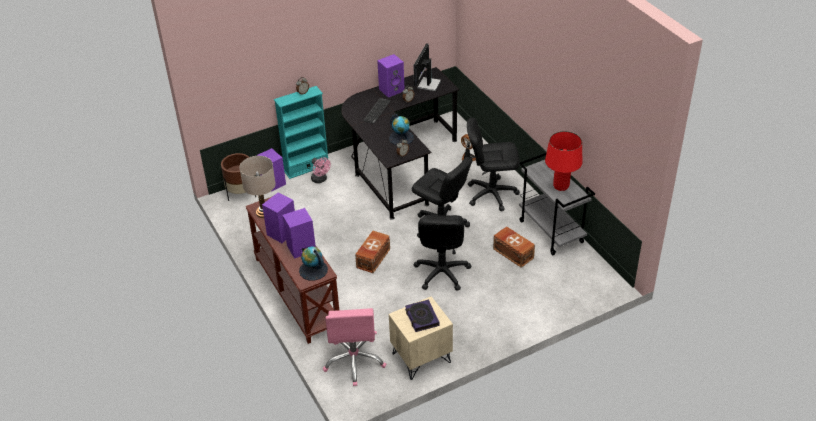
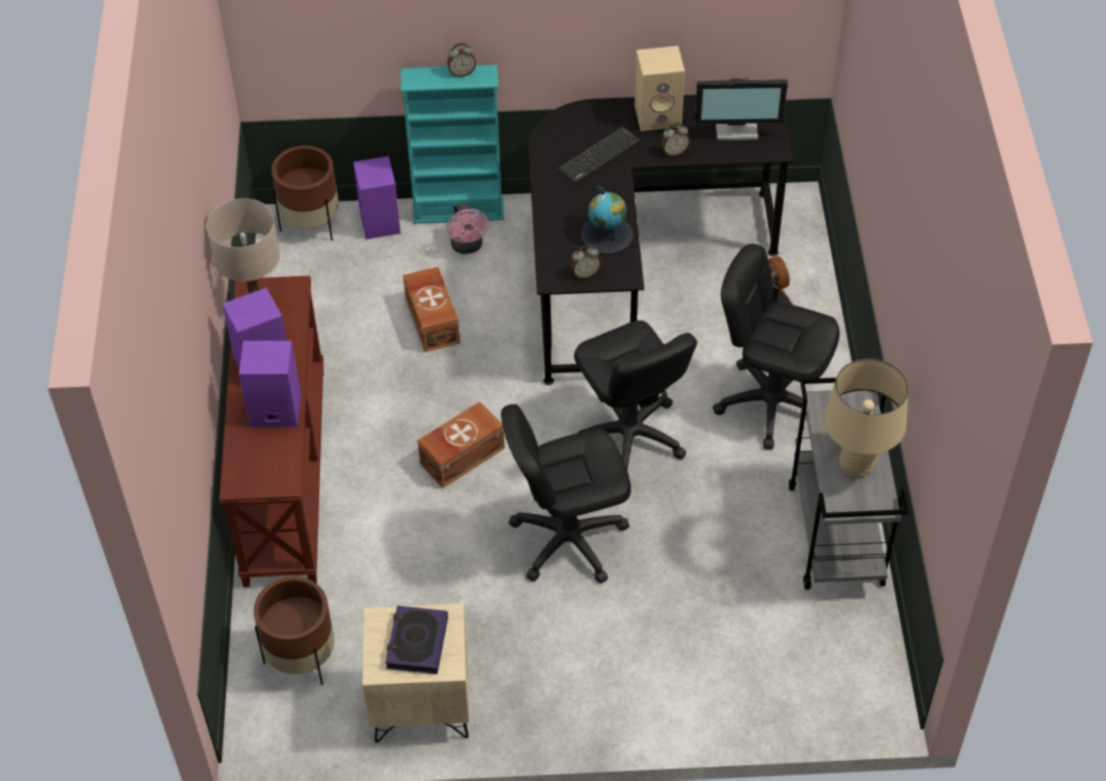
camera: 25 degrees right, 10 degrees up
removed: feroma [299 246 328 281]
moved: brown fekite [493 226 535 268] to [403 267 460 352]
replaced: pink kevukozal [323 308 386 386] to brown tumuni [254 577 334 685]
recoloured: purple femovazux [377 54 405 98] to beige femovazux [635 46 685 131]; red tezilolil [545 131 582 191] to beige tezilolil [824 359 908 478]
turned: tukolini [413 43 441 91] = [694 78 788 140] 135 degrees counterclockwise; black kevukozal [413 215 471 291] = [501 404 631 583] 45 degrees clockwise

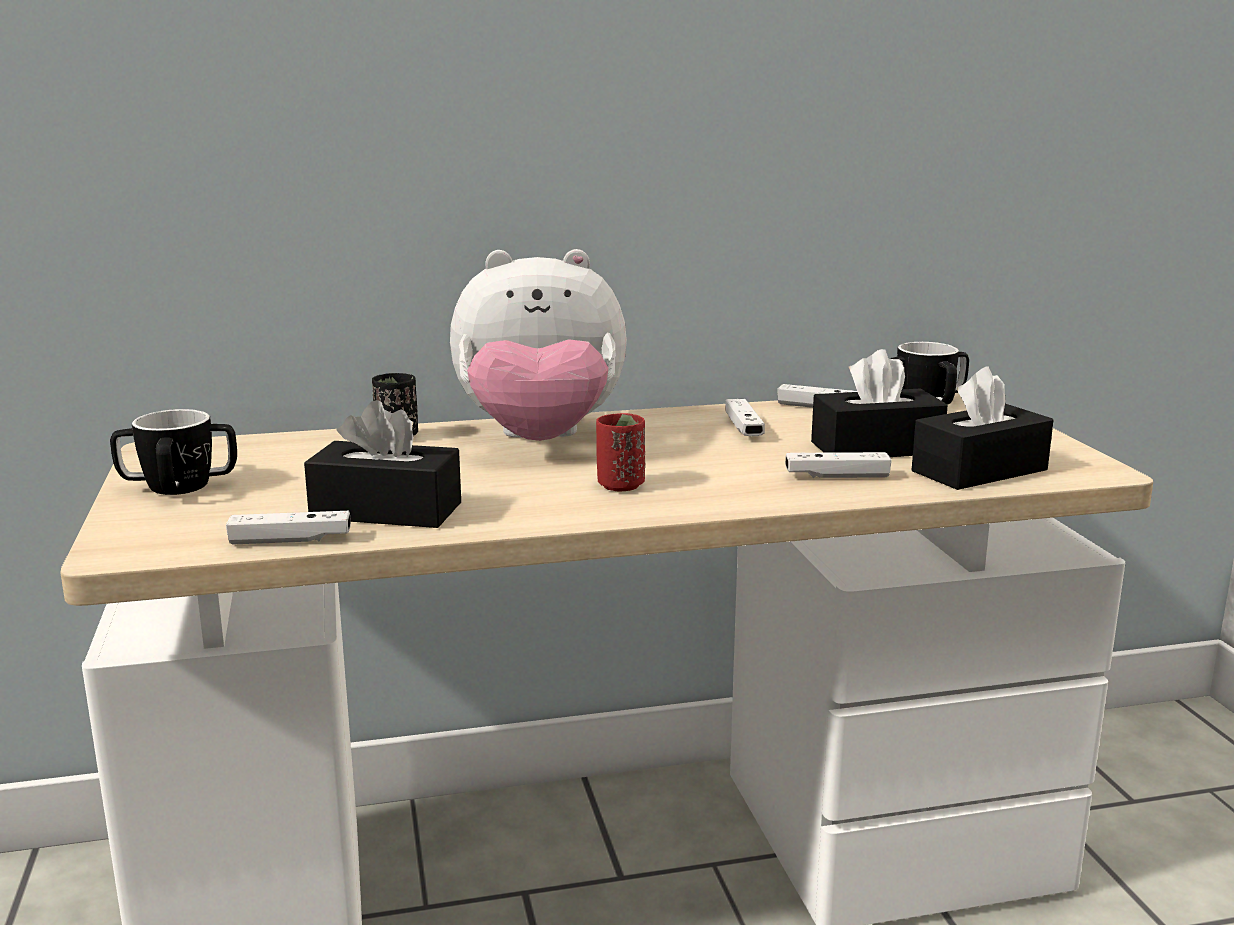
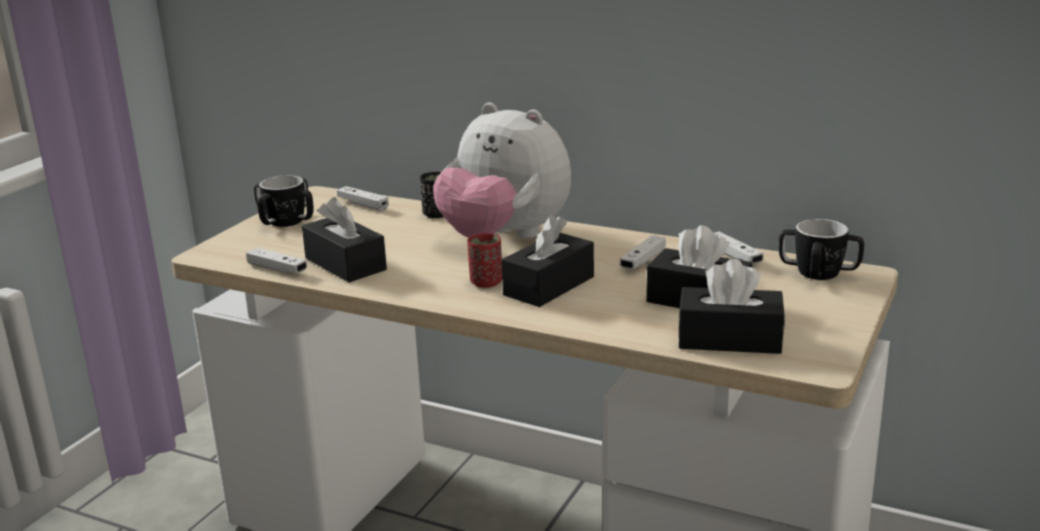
camera: 40 degrees right, 5 degrees up
added: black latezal [502 215 594 307]
moved: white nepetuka [785 452 892 478] to [337 186 389 211]

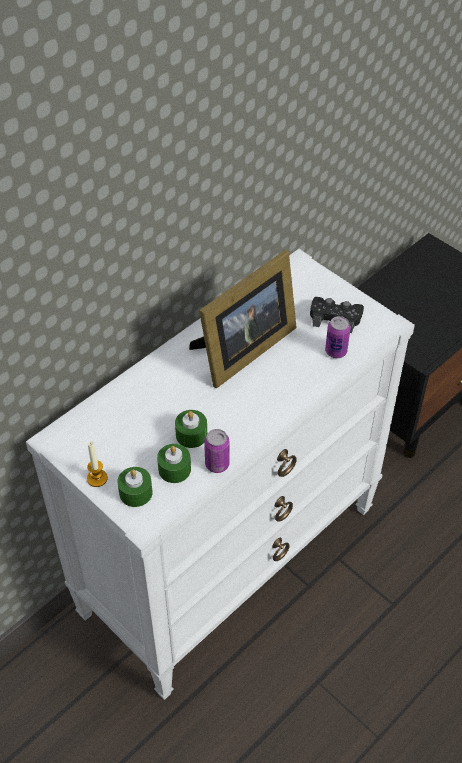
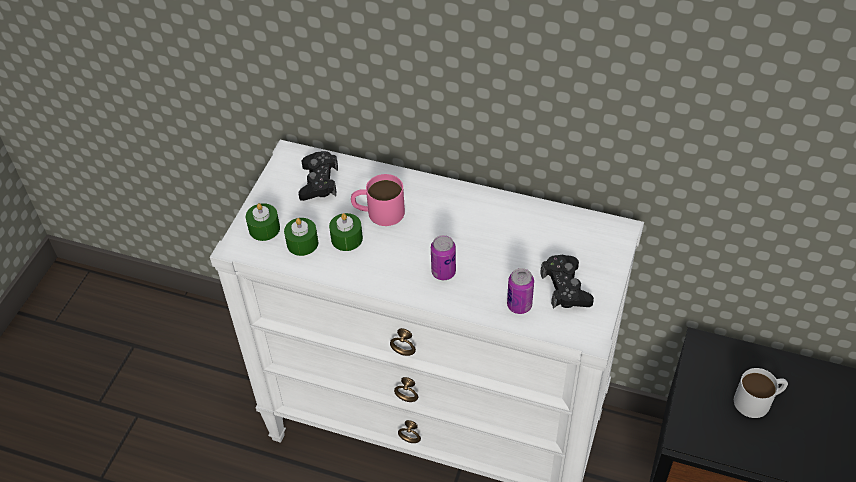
camera: 65 degrees right, 0 degrees up
removed: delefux [87 441 108 487]; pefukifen [189 250 297 388]
added: black nepetuka [298 151 338 201]; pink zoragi [351 174 405 226]; white zoragi [734 368 788 418]
moved: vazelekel [204 429 229 473] to [431 235 456 280]

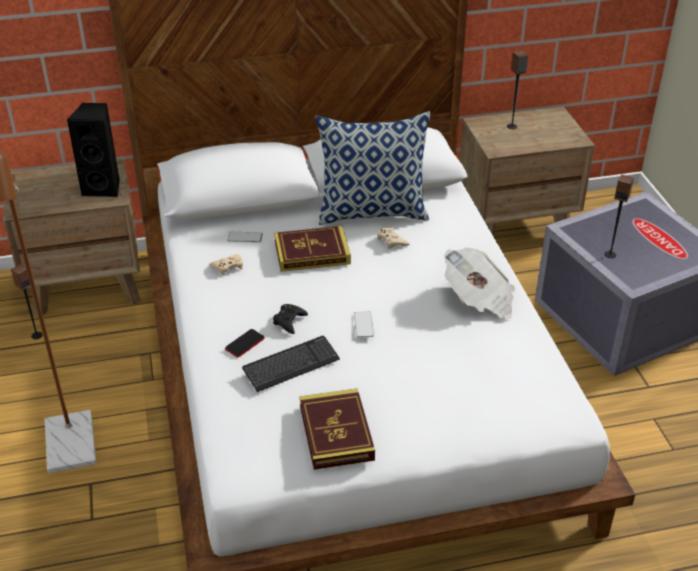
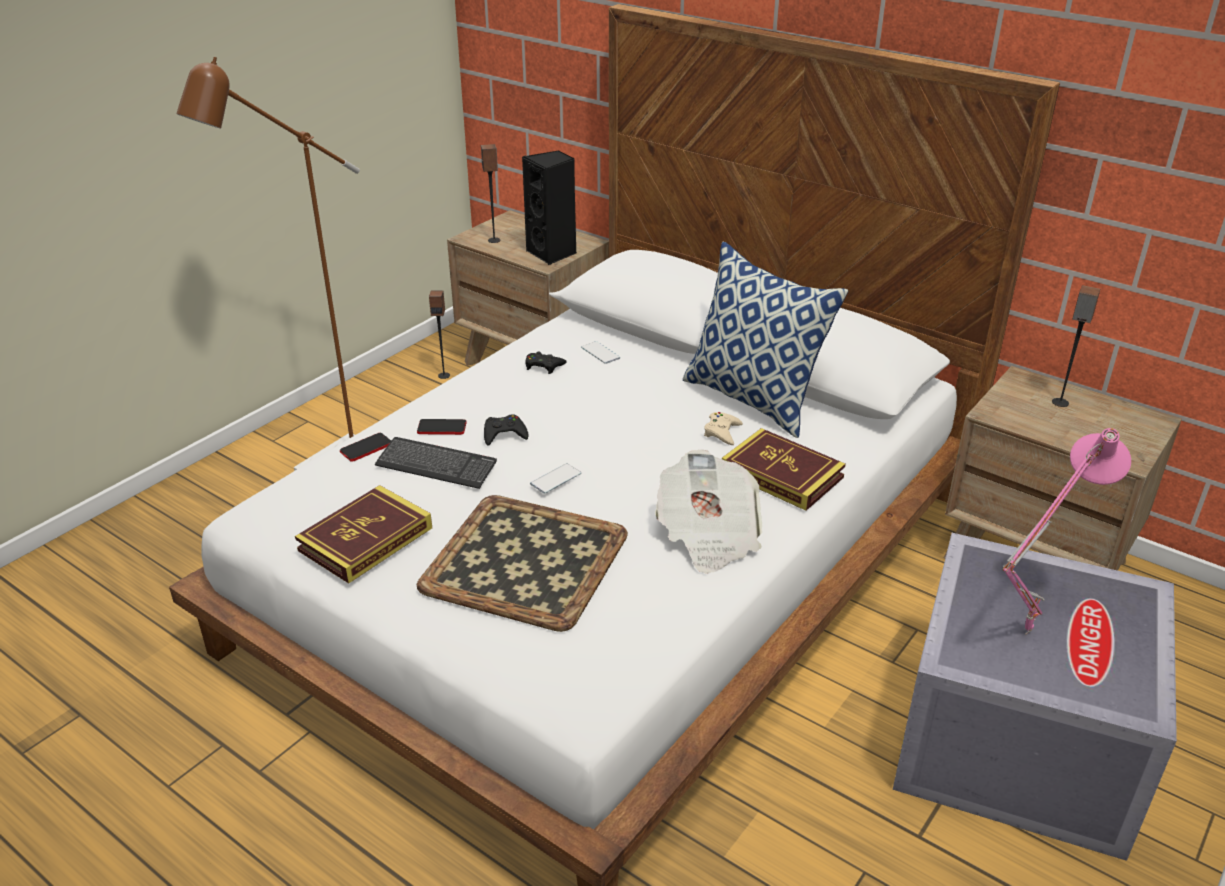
camera: 50 degrees right, 5 degrees down
added: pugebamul [340 433 391 462]; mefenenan [417 495 628 632]; pink tezilolil [1002 428 1131 635]
moved: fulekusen [274 226 351 272] to [722 428 846 511]; femovazux [604 175 634 258] to [481 144 501 243]
recoloured: beige nepetuka [209 254 243 276] to black nepetuka [525 352 567 374]

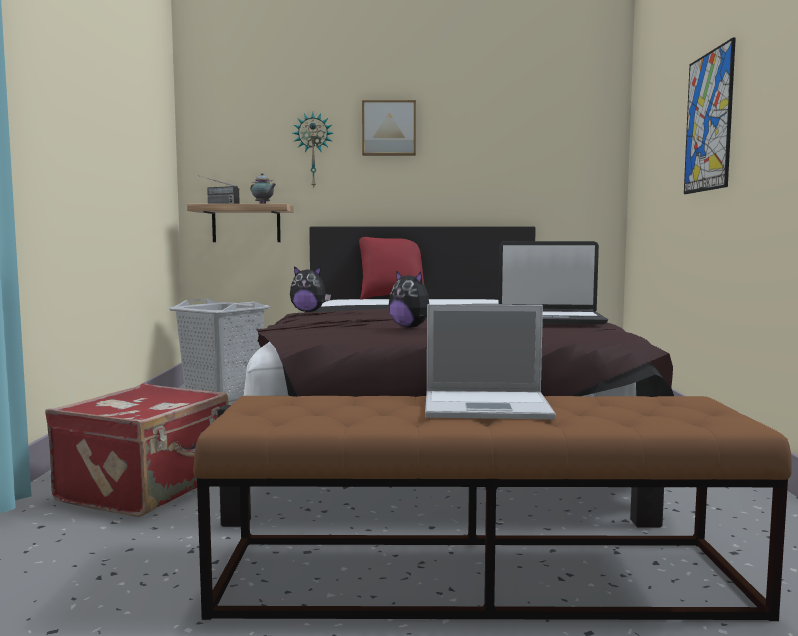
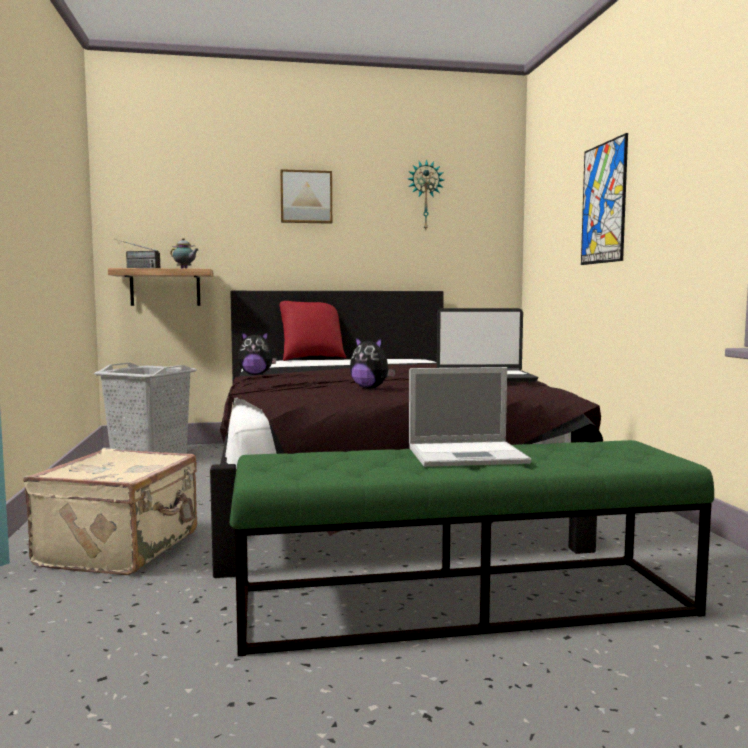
camera: 10 degrees left, 0 degrees up
moved: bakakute [293 112 333 188] to [408 159 444 230]
recoloured: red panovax [45 383 229 517] to beige panovax [23 448 197 575]; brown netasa [193 396 792 621] to green netasa [229 440 714 656]

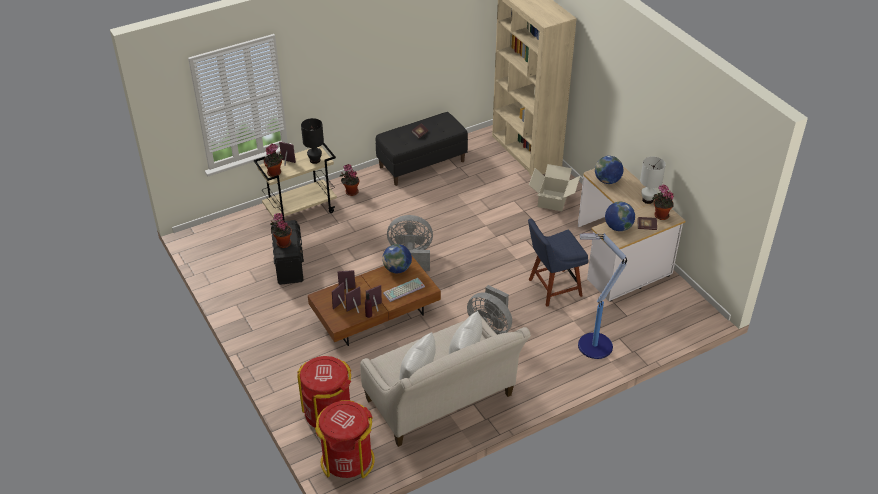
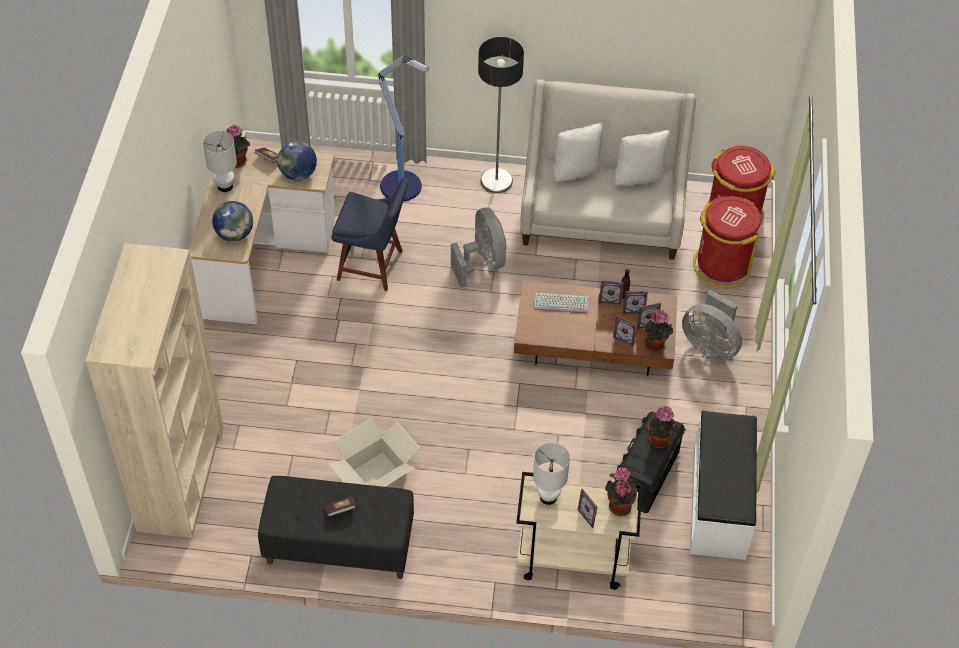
camera: 145 degrees left, 10 degrees up
removed: feroma [382 244 412 273]
added: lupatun [478 37 524 193]; white netasa [689 411 757 560]
moved: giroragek [340 164 359 196] to [644 310 673 351]; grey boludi [387 215 433 271] to [682 290 742 361]; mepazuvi [529 164 580 211] to [328 418 420 488]
recoloured: black tezilolil [301 118 324 164] to white tezilolil [533 443 570 505]

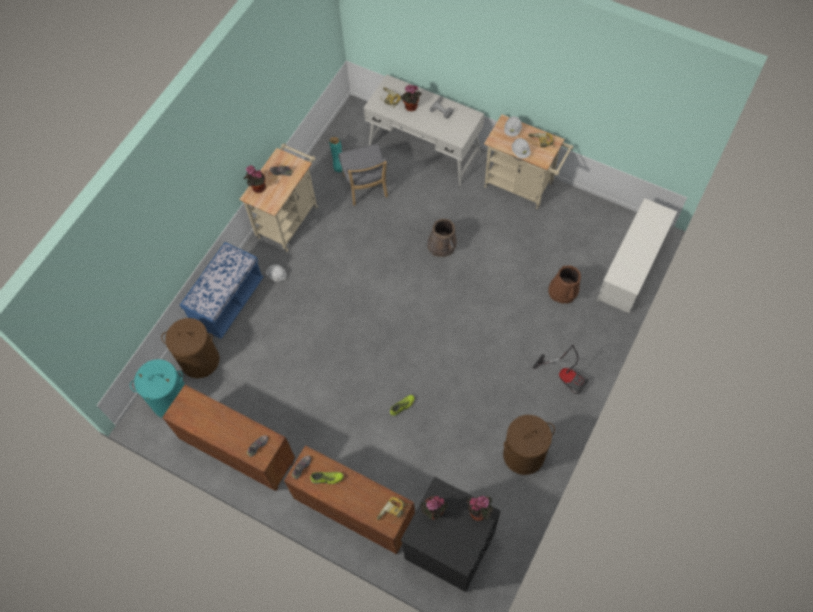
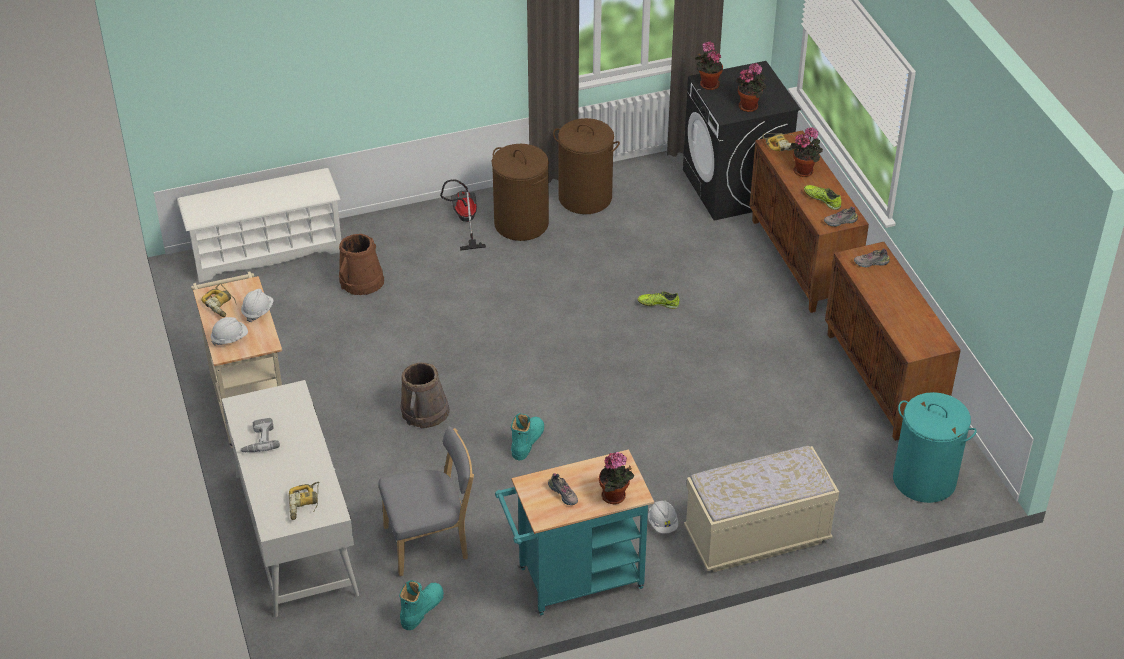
camera: 140 degrees left, 20 degrees down
added: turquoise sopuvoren [511 413 544 460]
moved: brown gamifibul [161 318 219 378] to [492 144 549 241]; giroragek [400 85 422 111] to [790 127 823 177]
recoloured: blue netasa [180 242 264 339] to beige netasa [684 446 839 572]; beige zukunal [239 143 318 252] to turquoise zukunal [495 449 654 615]
turned: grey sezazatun [338 144 388 206] = [379 426 474 576] 45 degrees clockwise

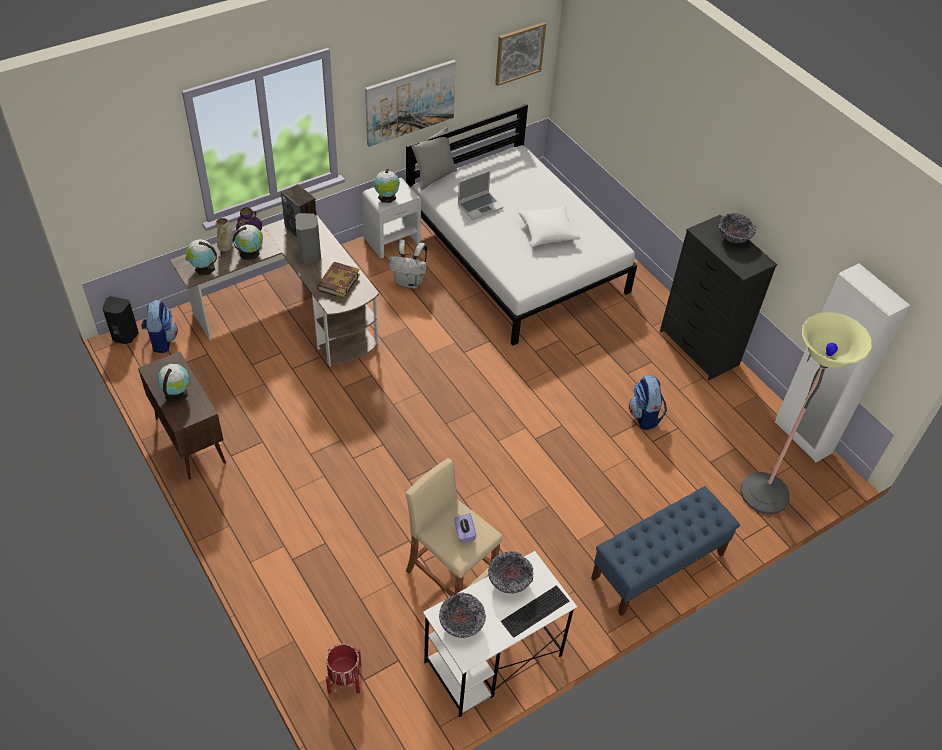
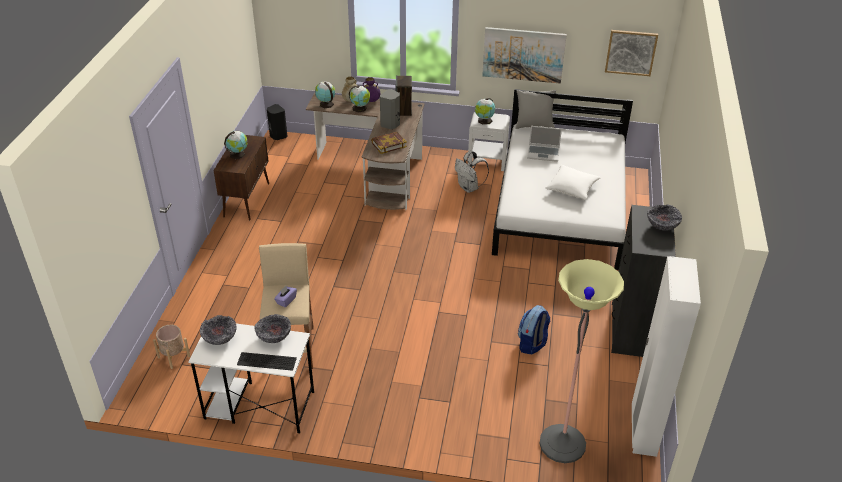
camera: 45 degrees right, 10 degrees down
removed: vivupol [141 300 178 353]; blue netasa [591 486 740 616]
recoloured: red tumuni [326 643 361 694] to beige tumuni [153 325 190 369]

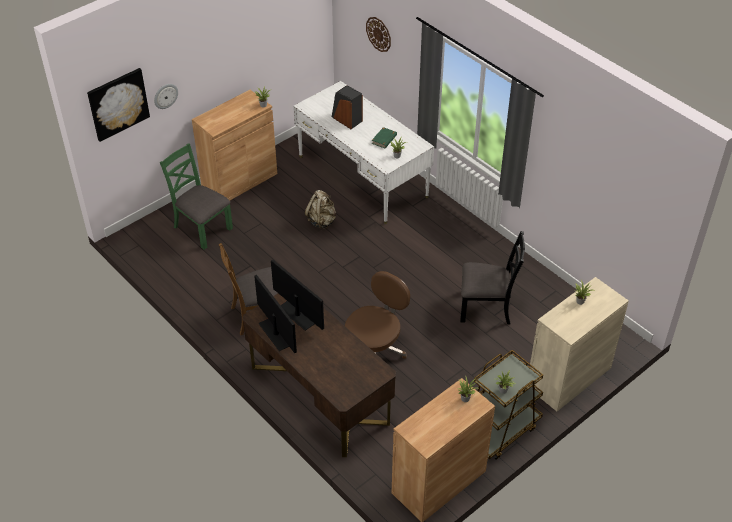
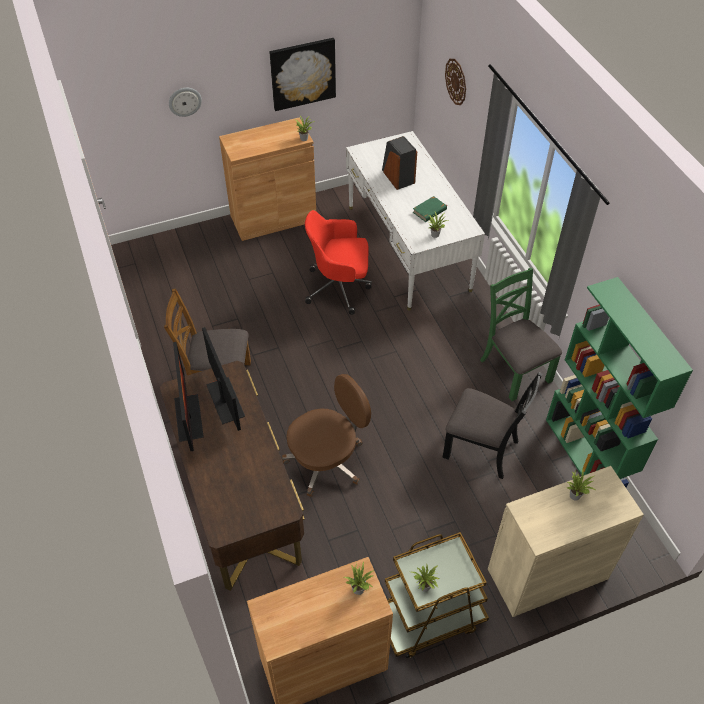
camera: 20 degrees right, 5 degrees up
added: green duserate [546 277 693 488]
moved: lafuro [87 68 150 142] to [269 38 336 111]; green sezazatun [160 143 233 250] to [480 268 562 401]
replaced: beige vivupol [305 190 336 229] to red kevukozal [305 210 372 315]

